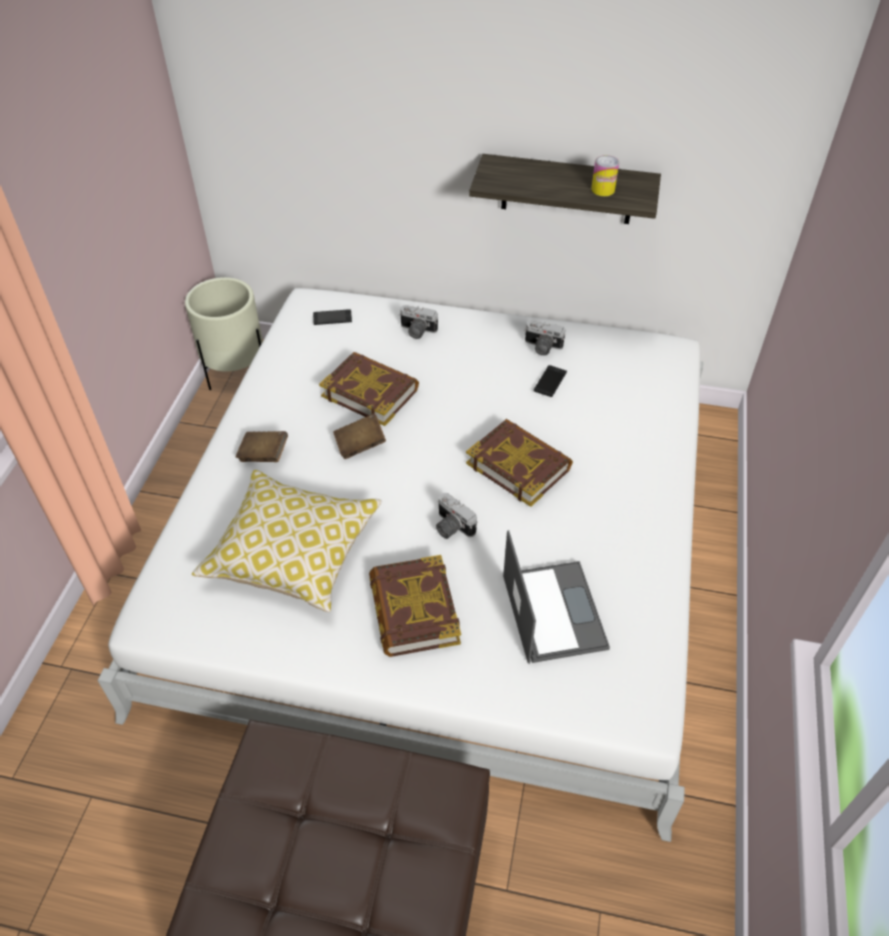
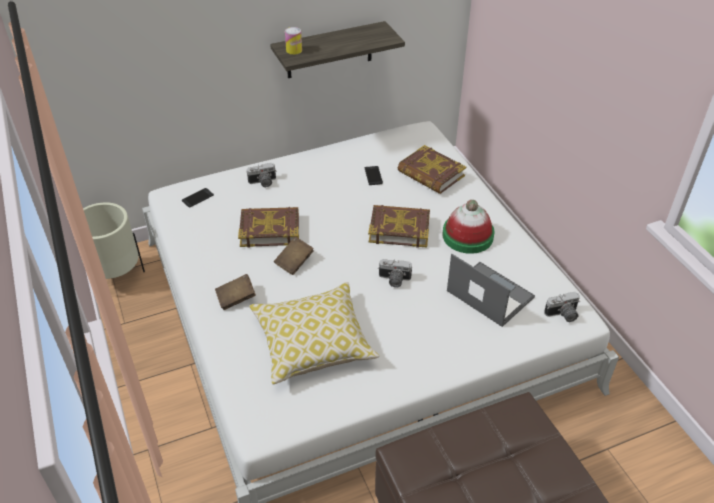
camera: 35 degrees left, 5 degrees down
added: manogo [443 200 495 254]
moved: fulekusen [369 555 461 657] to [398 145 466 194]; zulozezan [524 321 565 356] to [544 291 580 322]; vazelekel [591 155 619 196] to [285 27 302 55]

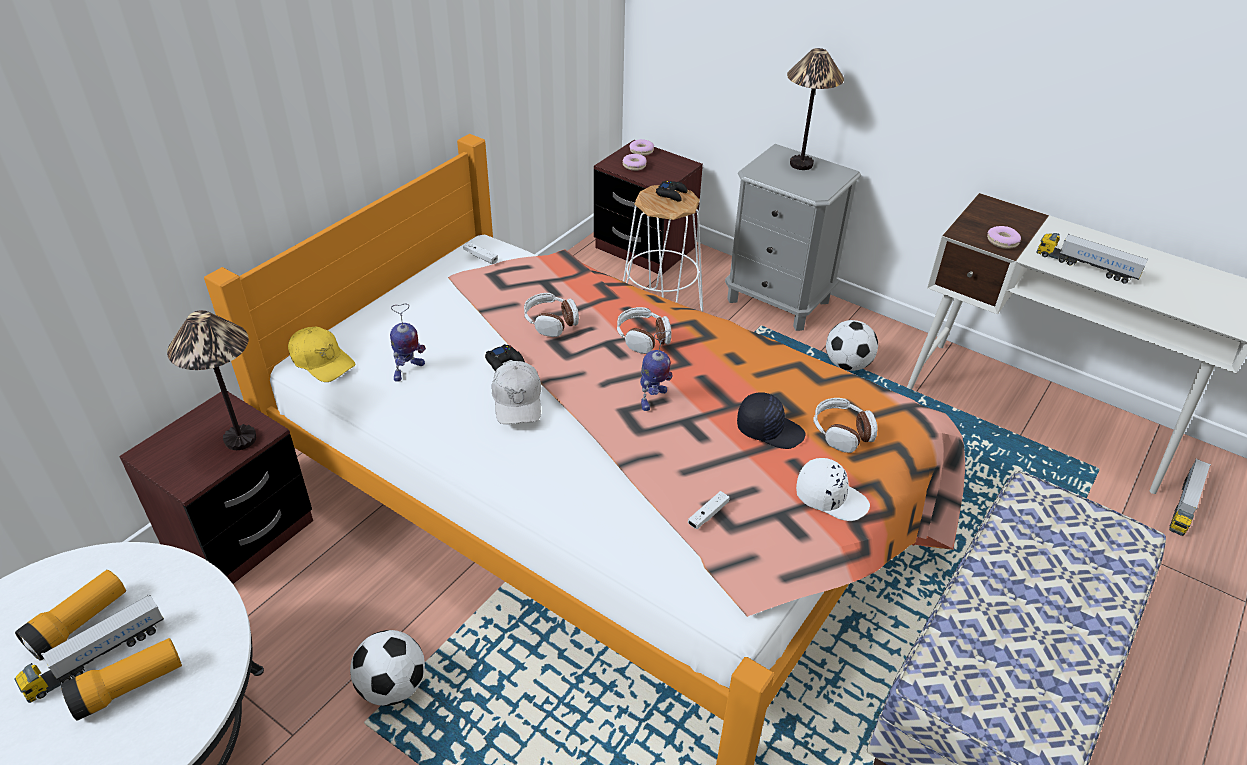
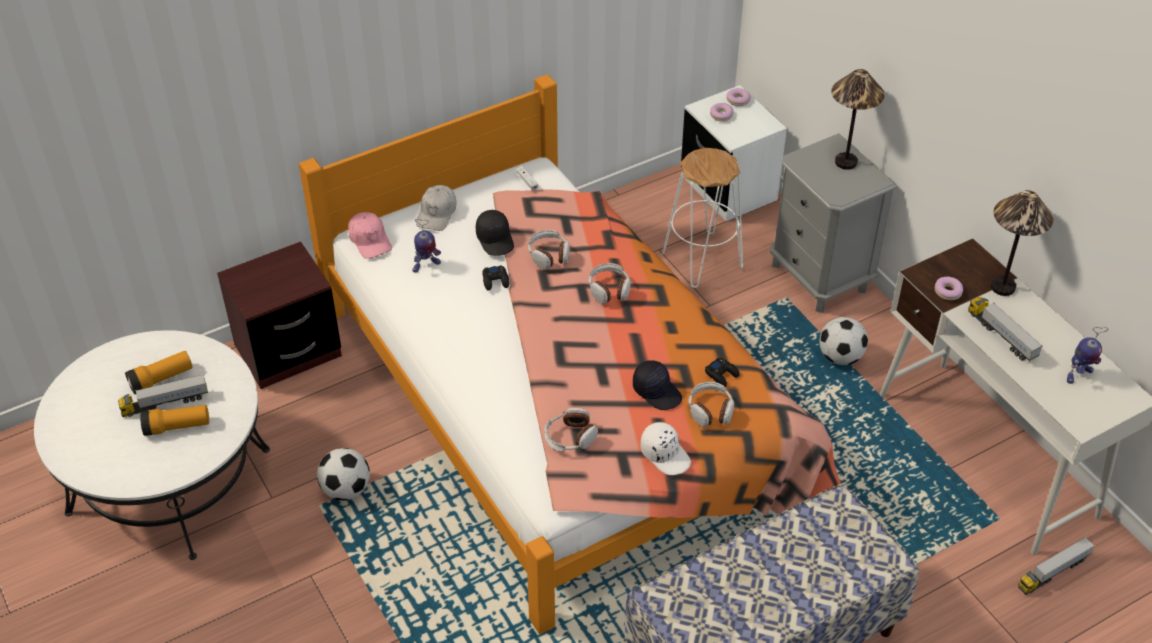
camera: 25 degrees right, 5 degrees up
added: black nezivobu [476 210 514 256]
moved: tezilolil [167 310 256 450] to [991 190 1053 296]; white nezivobu [492 361 541 424] to [416 185 457 231]; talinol [640 331 672 411] to [1067 327 1108 384]; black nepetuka [656 181 688 202] to [705 358 740 387]
replaced: white nepetuka [688 491 730 529] to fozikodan [545 408 598 452]
recoloured: yellow nezivobu [288 327 355 382] to pink nezivobu [348 212 392 259]; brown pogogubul [594 140 703 274] to white pogogubul [681 85 787 221]

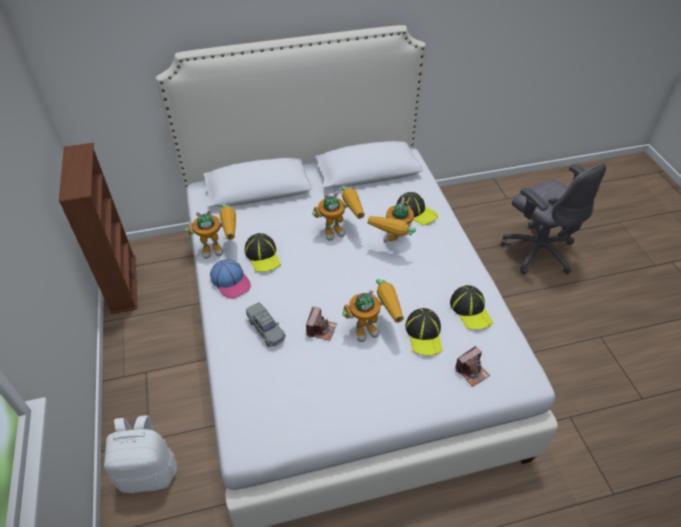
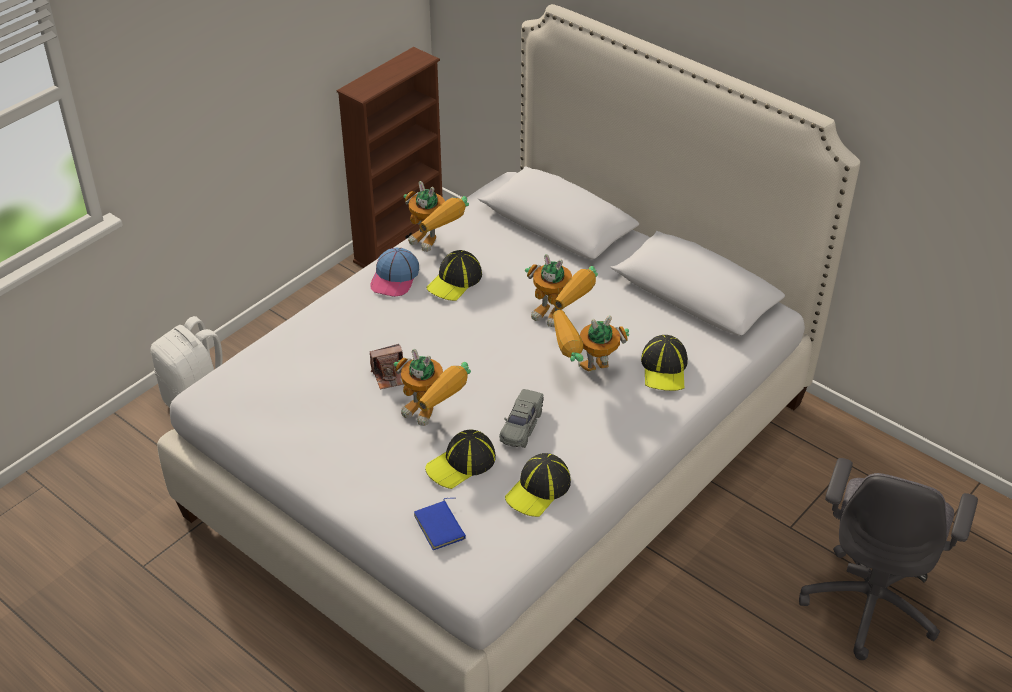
camera: 55 degrees right, 5 degrees down
moved: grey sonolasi [246 302 285 347] to [499 389 544 448]
replaced: zulozezan [455 346 490 387] to blue fulekusen [414 498 466 550]

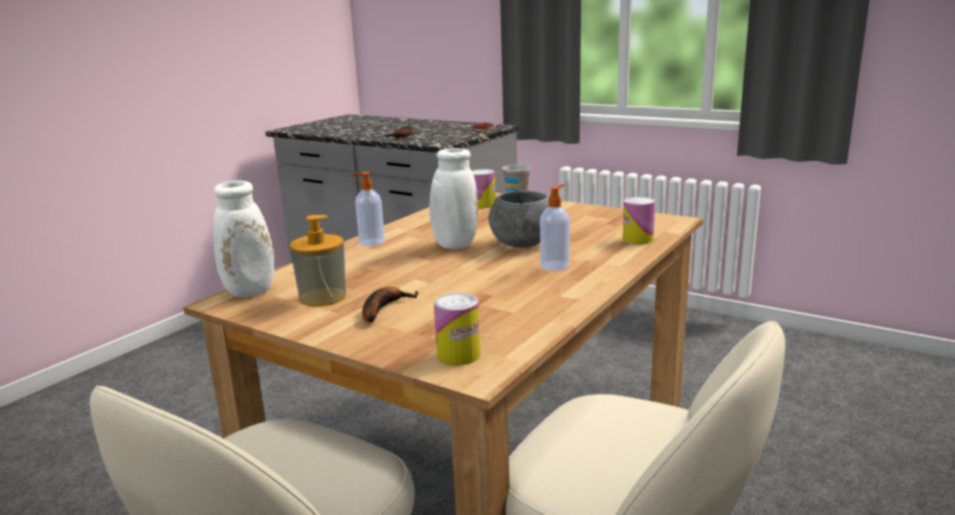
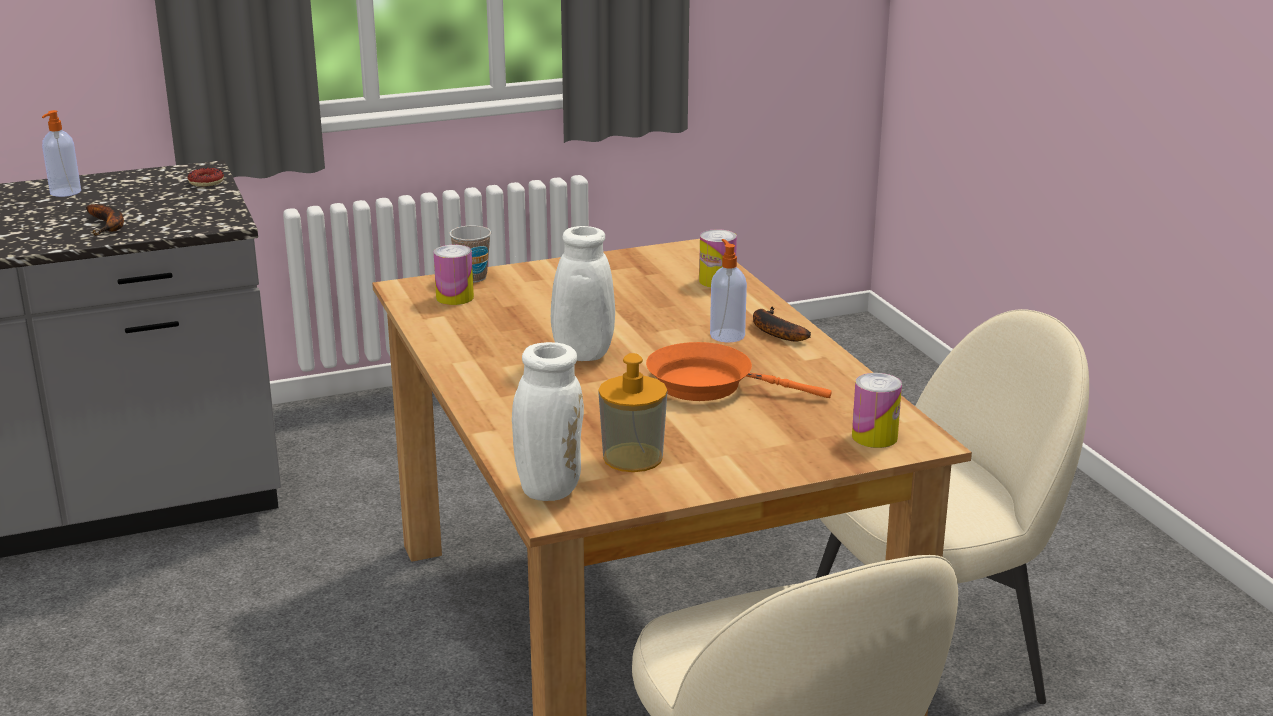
camera: 55 degrees left, 5 degrees up
removed: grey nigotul [488 191 549 248]
added: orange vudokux [646 342 832 401]
moved: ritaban [350 172 385 246] to [42 110 81 197]; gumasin [362 287 419 322] to [753 307 811 341]

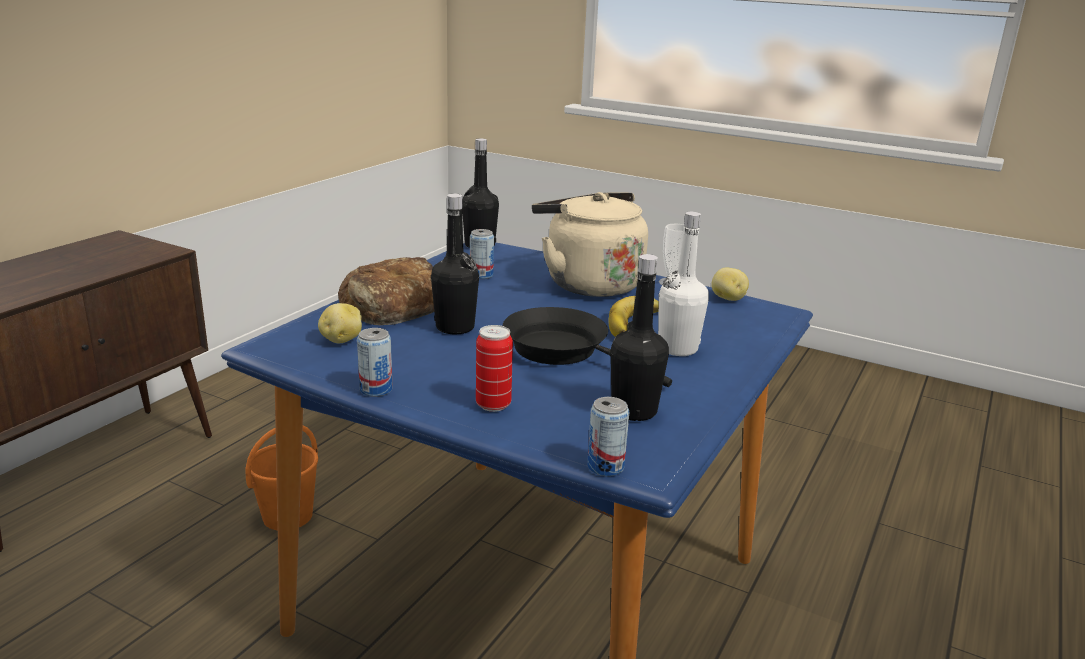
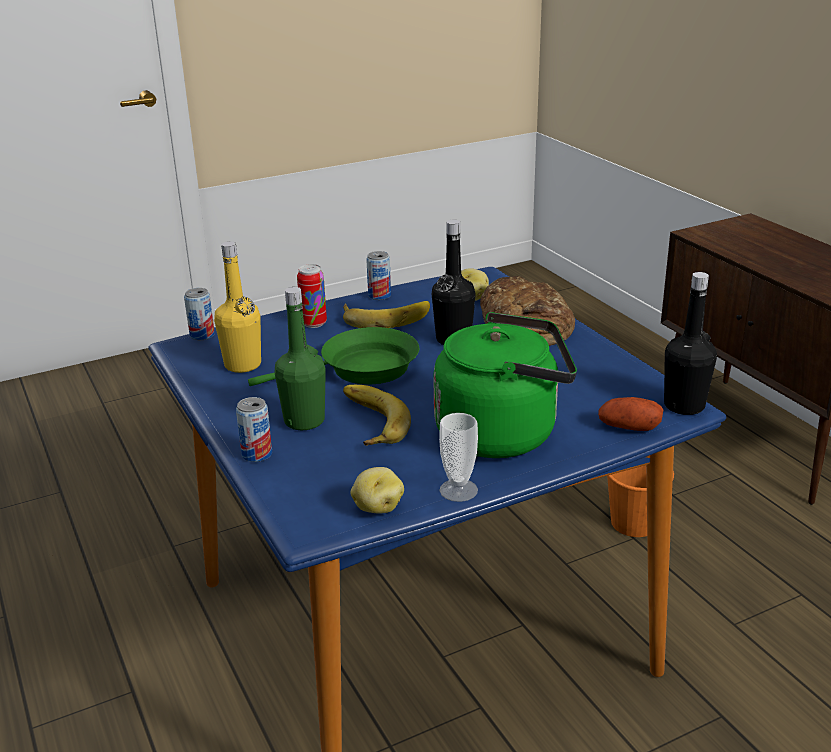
camera: 125 degrees right, 5 degrees up
added: gumasin [343 301 430 328]; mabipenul [598 397 663 431]
moved: vazelekel [470 229 494 279] to [236 397 272 462]
recoloured: black vudokux [503 307 672 387] to green vudokux [248 327 420 386]; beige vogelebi [532 192 648 297] to green vogelebi [433 312 577 458]; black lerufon [611 254 669 421] to yellow lerufon [214 241 261 373]; white lerufon [658 212 709 356] to green lerufon [275 287 326 430]

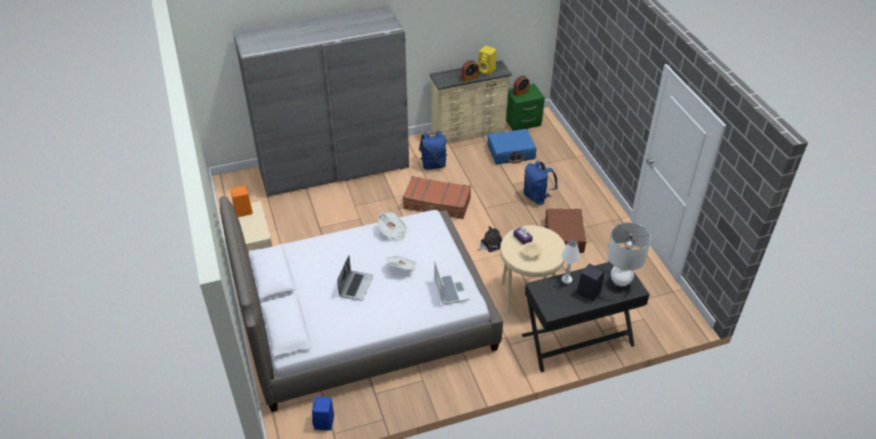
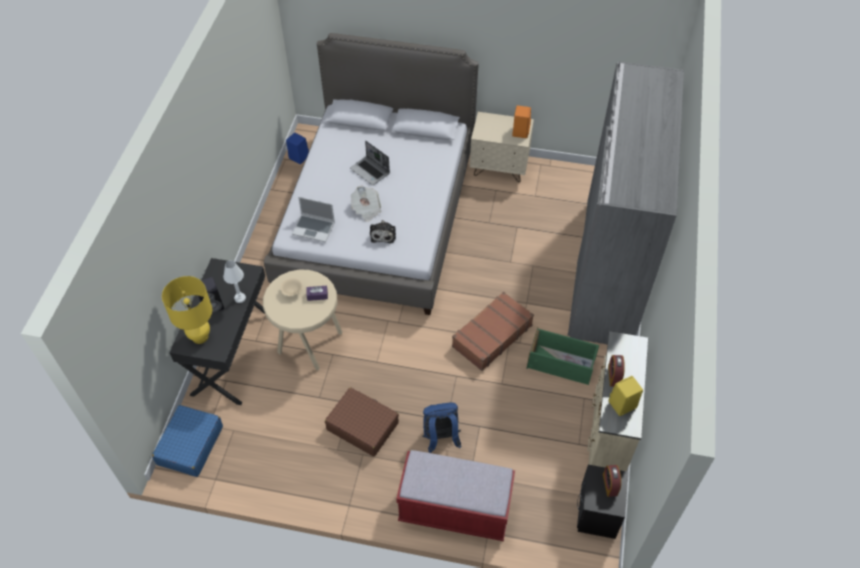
camera: 120 degrees right, 10 degrees up
removed: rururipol [378 212 407 241]
added: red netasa [396 450 515 541]
moved: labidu [478 226 502 252] to [370 220 396 244]; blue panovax [487 129 537 164] to [152 405 223 477]
replaced: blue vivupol [419 131 447 170] to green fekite [526 327 599 385]
recoloured: green pogogubul [506 84 545 131] to black pogogubul [577 465 628 539]; white tezilolil [607 222 651 289] to yellow tezilolil [162 276 212 344]

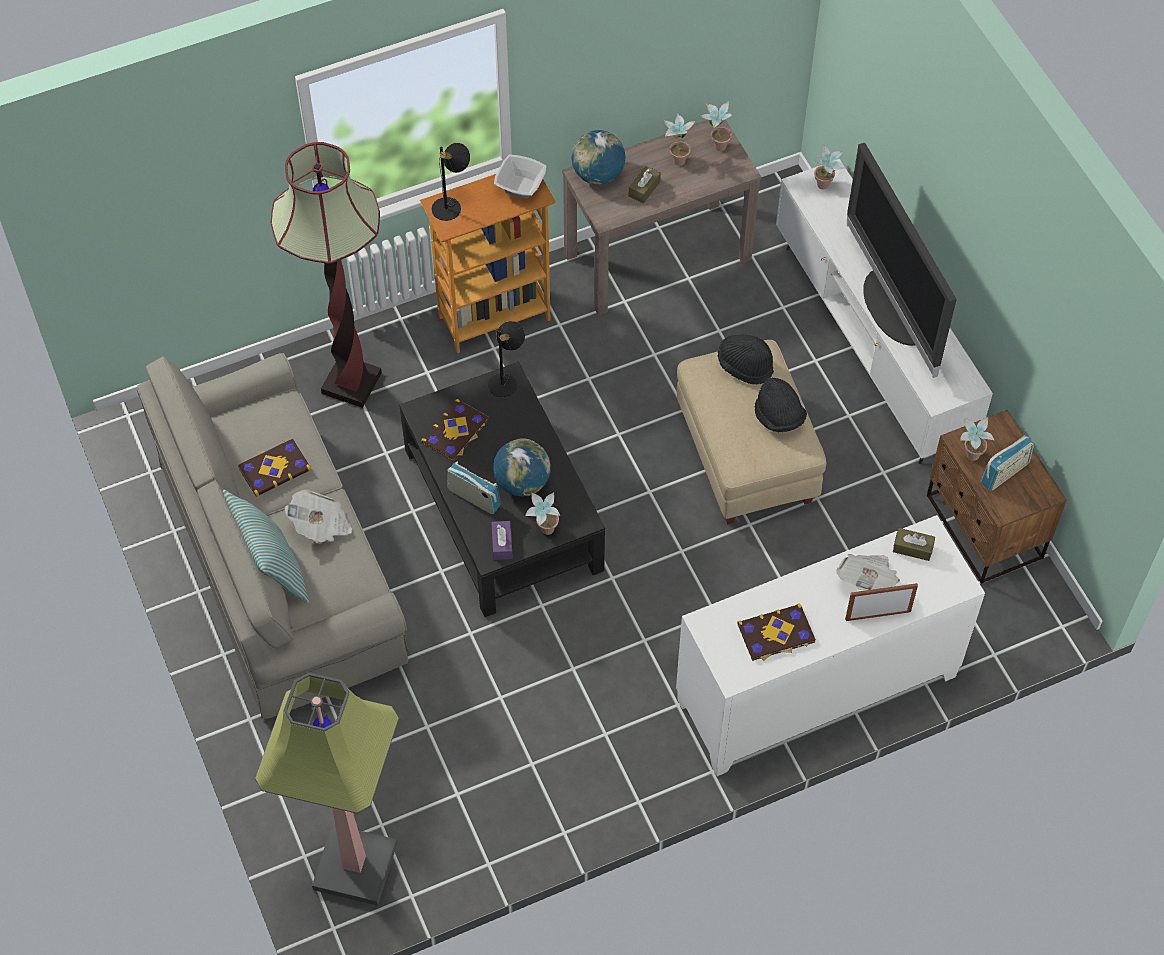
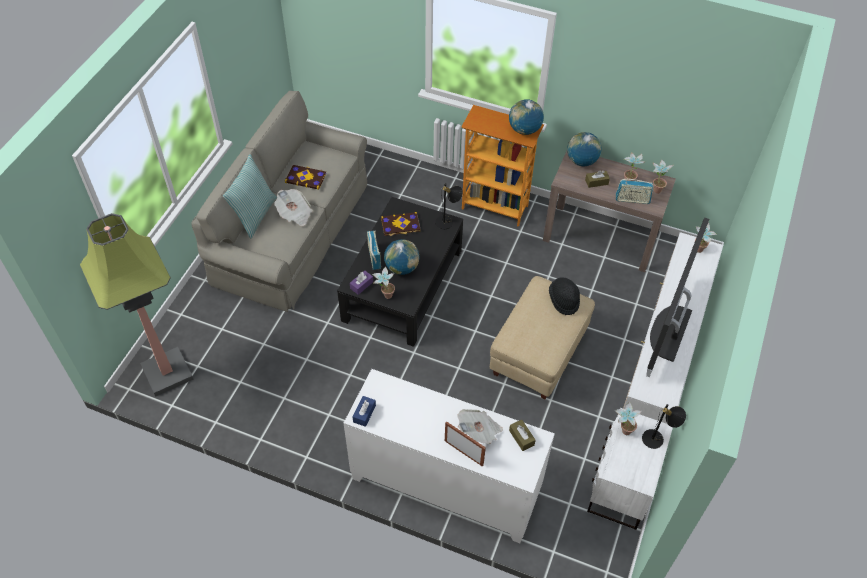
camera: 45 degrees right, 5 degrees down
removed: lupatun [271 142 382 408]; fulekusen [737 603 816 661]; black manogo [755 378 807 432]
added: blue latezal [353 396 376 427]
moved: black tezilolil [432 143 470 221] to [642 404 686 449]; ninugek [981 435 1034 491] to [616 179 654 204]
replaced: nigotul [494 155 547 198] to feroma [509 99 544 135]
recoloured: brown pogogubul [927 410 1067 584] to white pogogubul [587 408 673 530]

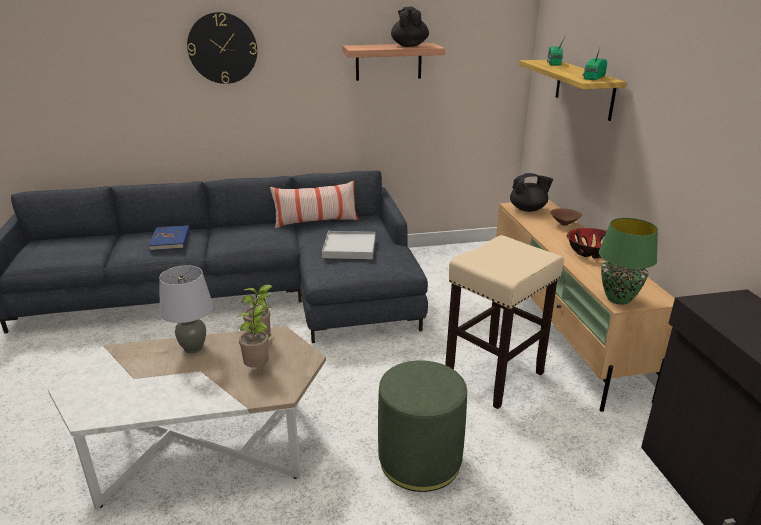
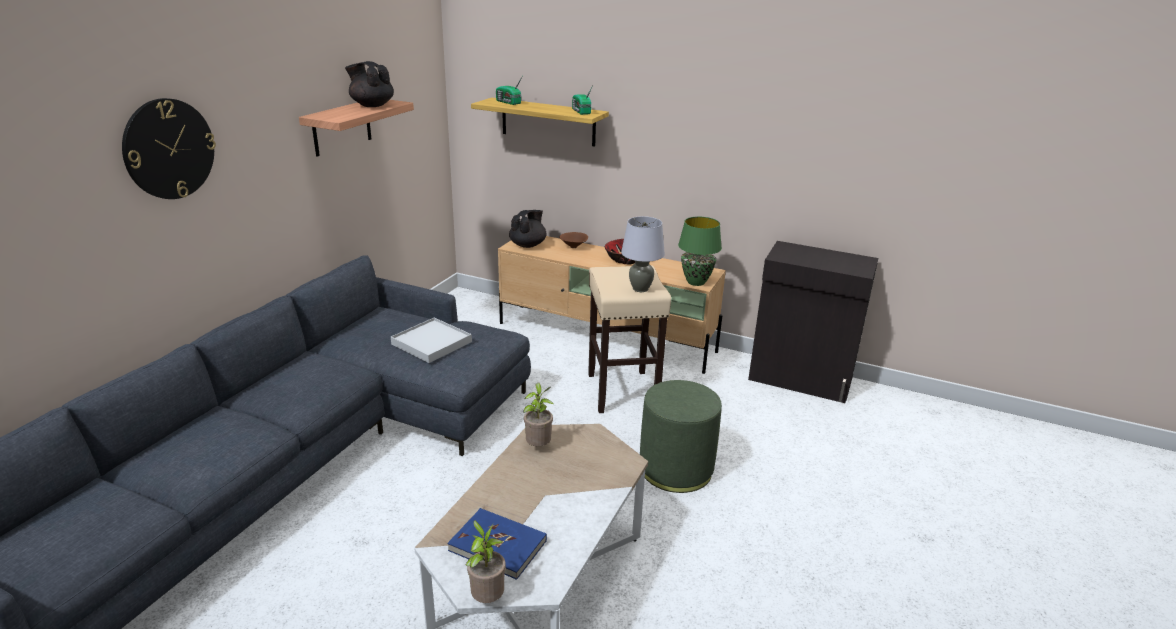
camera: 55 degrees left, 0 degrees up
removed: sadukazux [270 181 358 228]
moved: blue fulekusen [148 225 190 251] to [448 508 547 580]; grey tezilolil [159 265 213 353] to [621 216 665 292]; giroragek [237 305 269 368] to [465 520 506 603]

